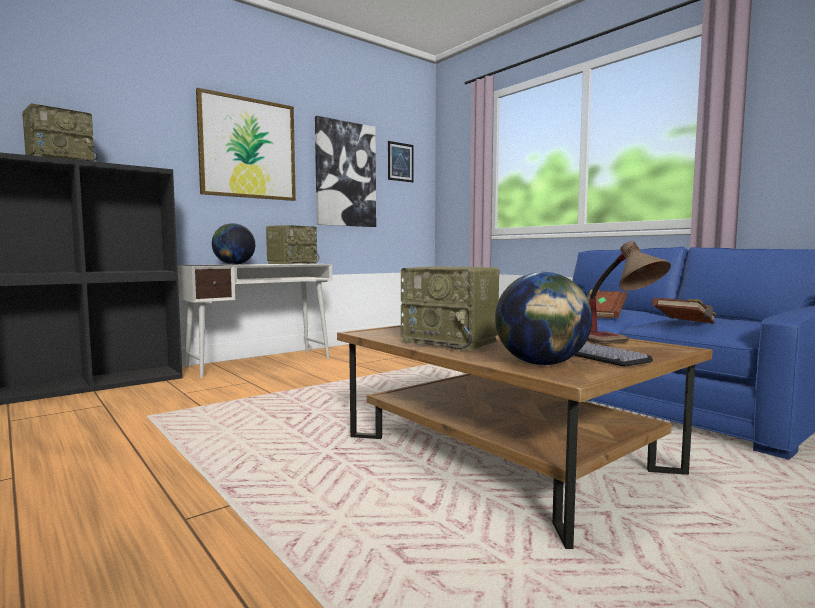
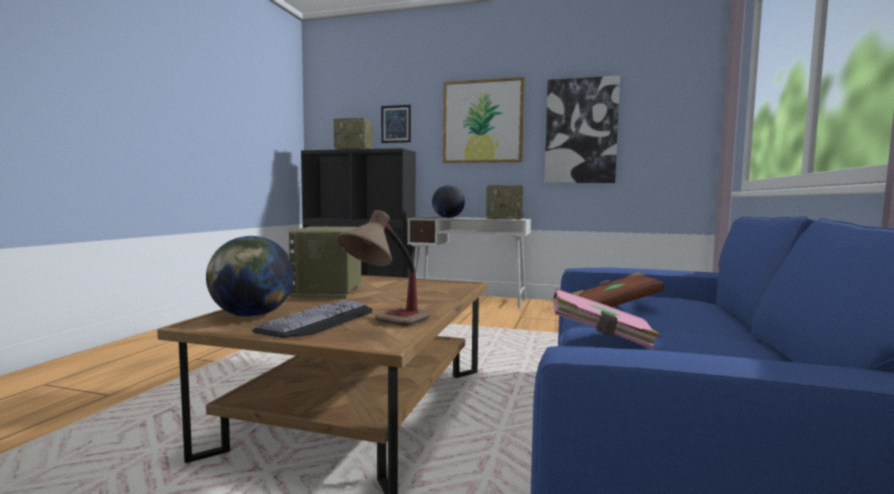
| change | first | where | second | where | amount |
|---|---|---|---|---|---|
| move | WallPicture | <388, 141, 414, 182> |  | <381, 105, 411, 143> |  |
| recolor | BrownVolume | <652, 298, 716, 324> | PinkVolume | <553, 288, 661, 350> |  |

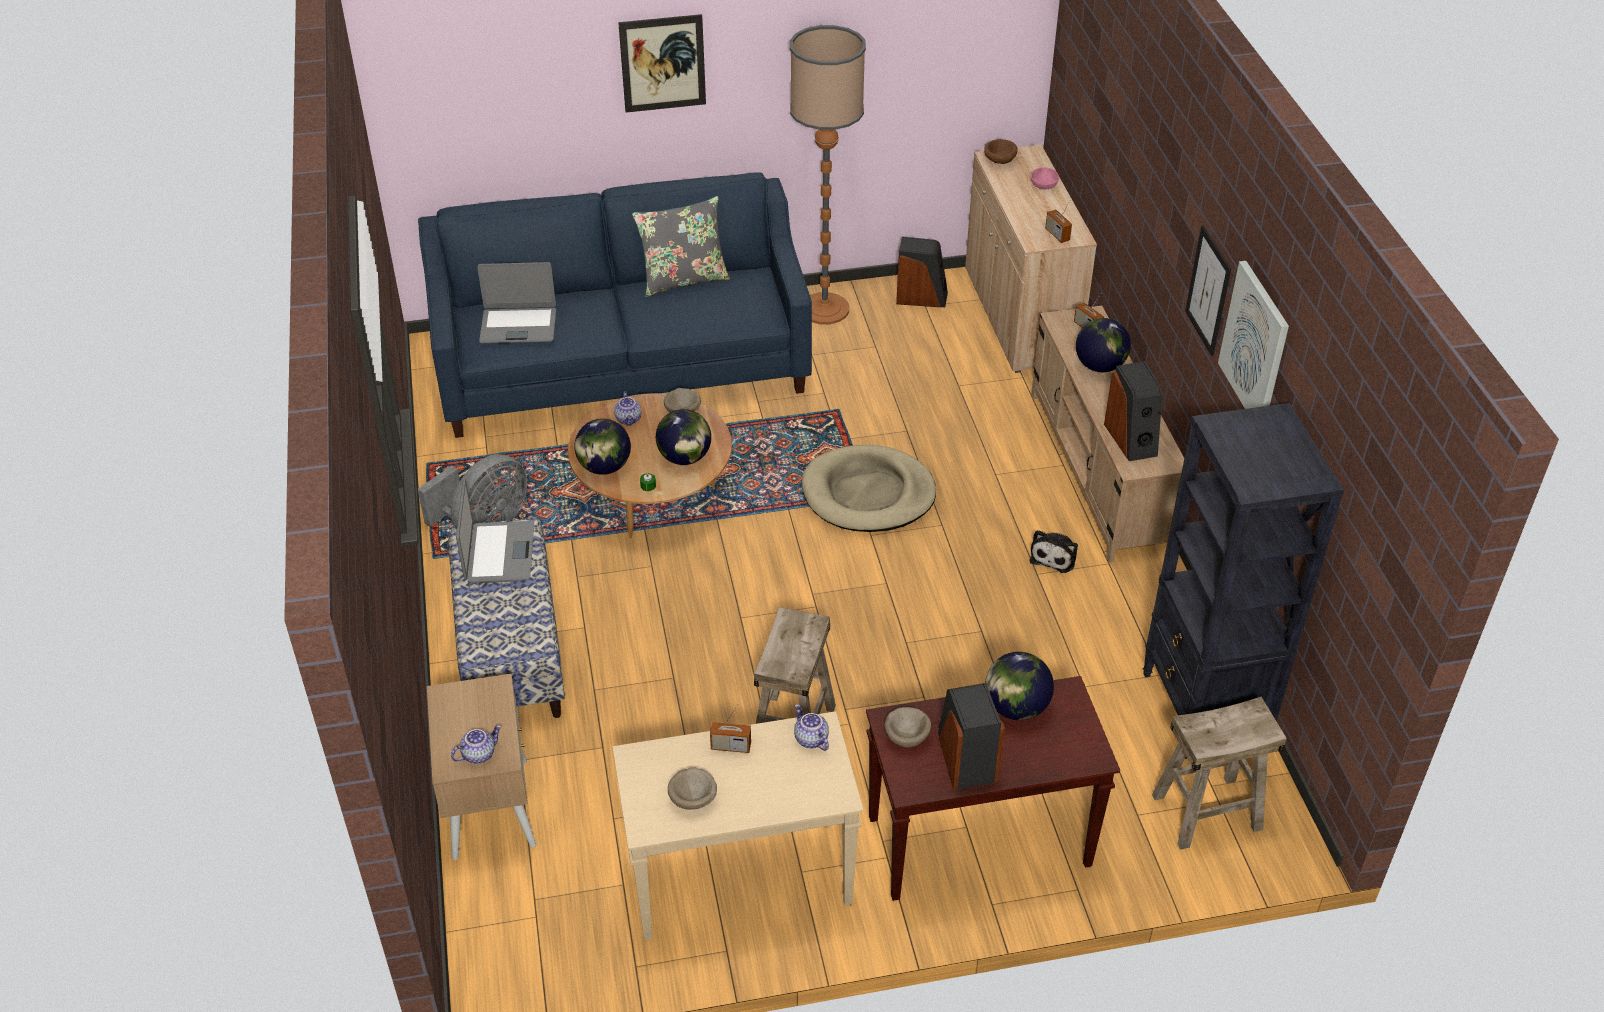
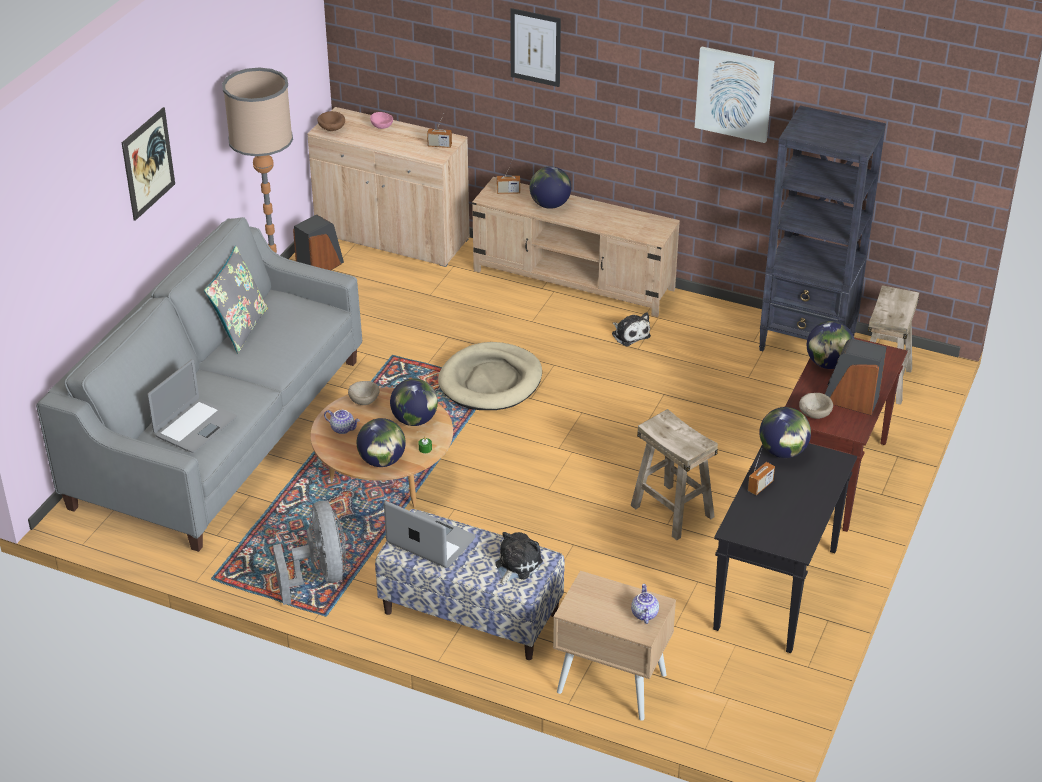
| change | first | where | second | where | amount |
|---|---|---|---|---|---|
| recolor | BlueColouredSettee | <418, 172, 812, 438> | GreySettee | <36, 217, 362, 552> |  |
| recolor | SandColouredHallTable | <612, 711, 864, 940> | BlackHallTable | <713, 443, 857, 653> |  |
| delete | SandColouredDeepDish | <668, 767, 717, 810> |  |  |  |
| replace | TeaPot | <794, 704, 829, 751> | DeskGlobe | <759, 407, 811, 458> |  |
| delete | AudioSpeaker | <1104, 361, 1162, 461> |  |  |  |
| move | WallPicture | <1185, 225, 1231, 356> |  | <510, 8, 561, 87> |  |
| insert |  |  | CuddlyToy | <495, 532, 543, 585> |  |

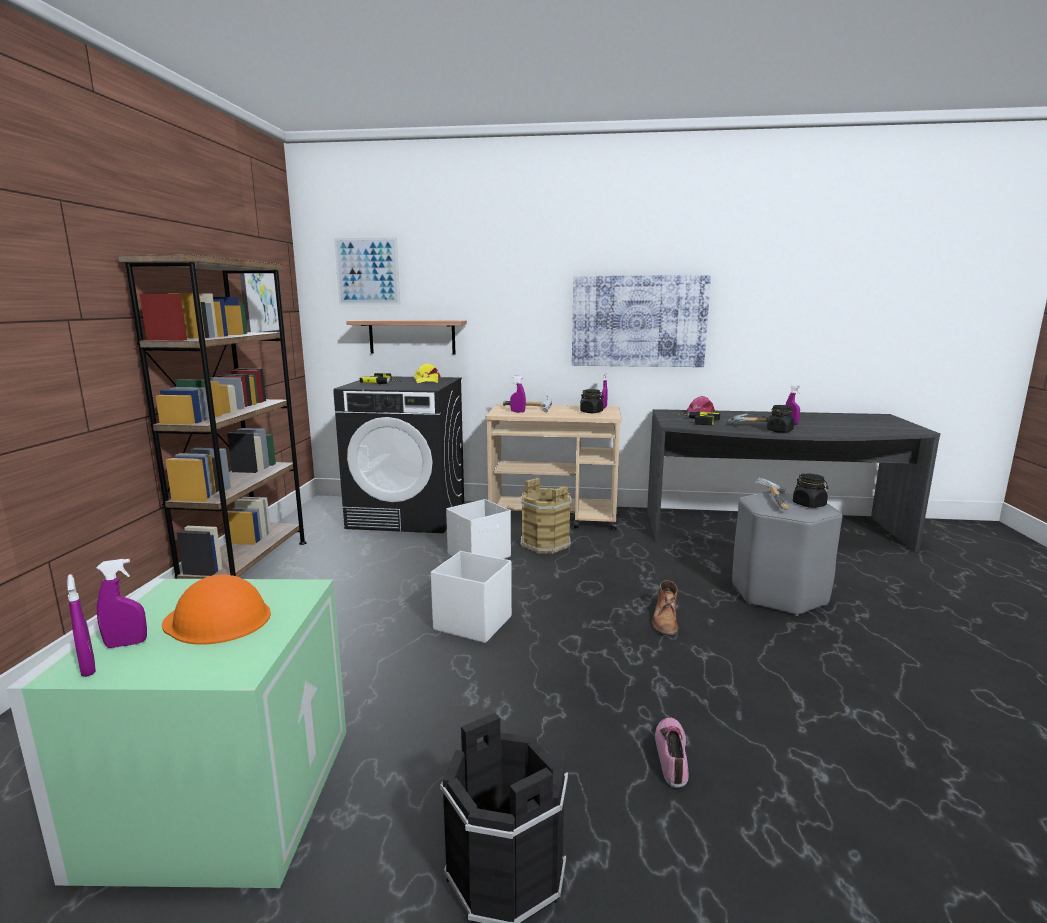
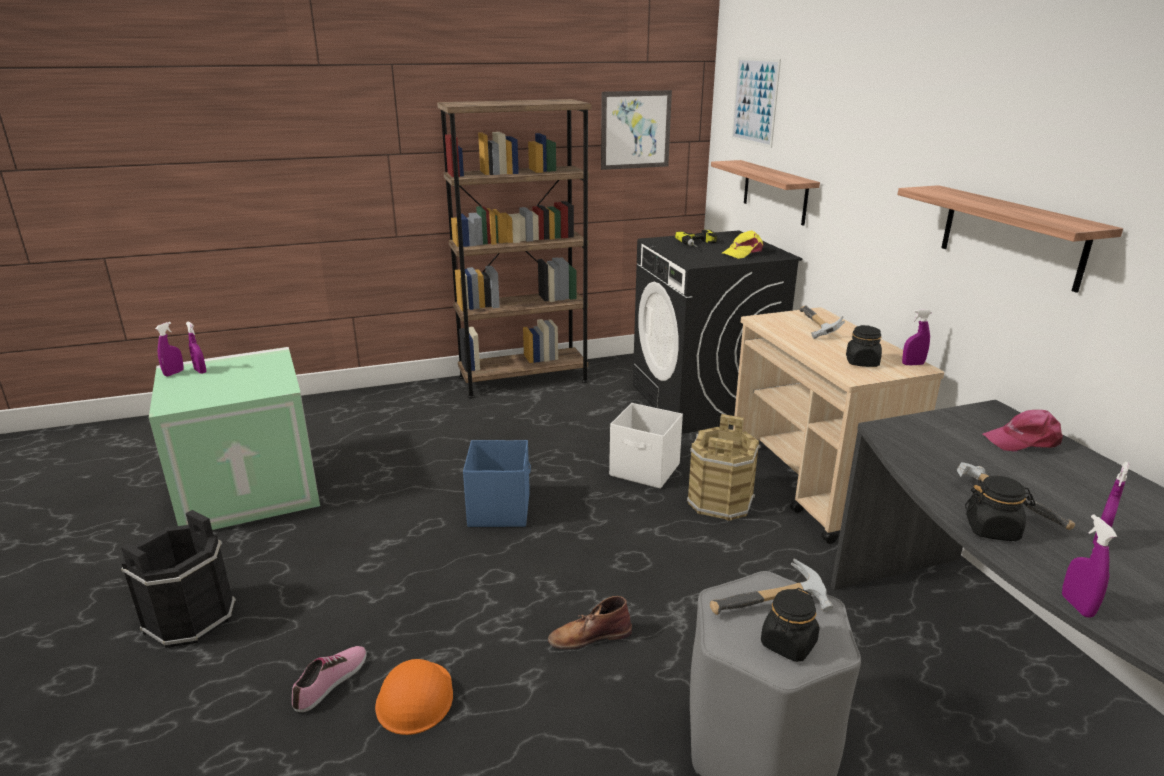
| change | first | where | second | where | amount |
|---|---|---|---|---|---|
| move | OrangeWorkHelmet | <162, 574, 271, 644> |  | <375, 659, 453, 735> |  |
| recolor | WhiteStorageContainer | <431, 551, 512, 643> | BlueColouredStorageContainer | <463, 440, 531, 527> |  |
| move | PurpleSprayer | <510, 376, 526, 413> |  | <1062, 515, 1117, 618> |  |
| replace | WallPicture | <572, 275, 711, 367> | BracketShelf | <897, 185, 1123, 293> |  |
| rotate | ItemOfFootwear | <655, 718, 688, 788> |  | <292, 646, 366, 712> | 45 degrees counterclockwise |
| delete | ElectricDrill | <673, 411, 721, 425> |  |  |  |

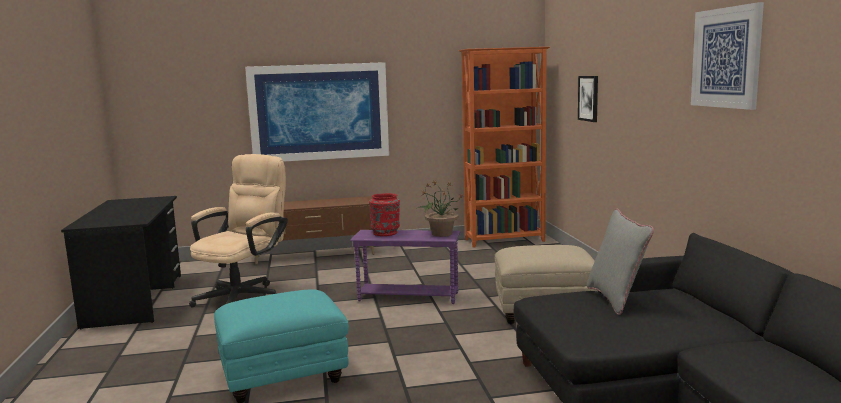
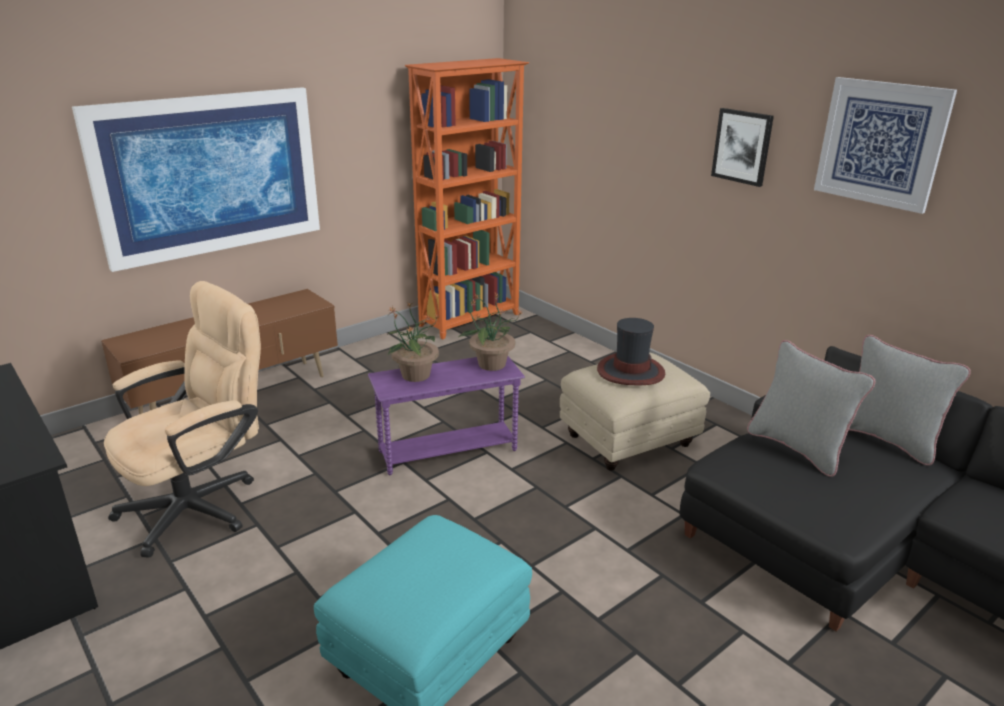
| change | first | where | second | where | amount |
|---|---|---|---|---|---|
| rotate | SandColouredDeskChair | <189, 154, 288, 307> |  | <104, 281, 261, 558> | 45 degrees clockwise |
| replace | RedColouredVase | <369, 193, 400, 236> | Houseplant | <387, 302, 439, 382> |  |
| move | WallPicture | <578, 76, 598, 122> |  | <711, 108, 774, 187> |  |
| insert |  |  | ClothingHat | <597, 318, 665, 385> |  |
| insert |  |  | GreyPillow | <849, 335, 971, 465> |  |

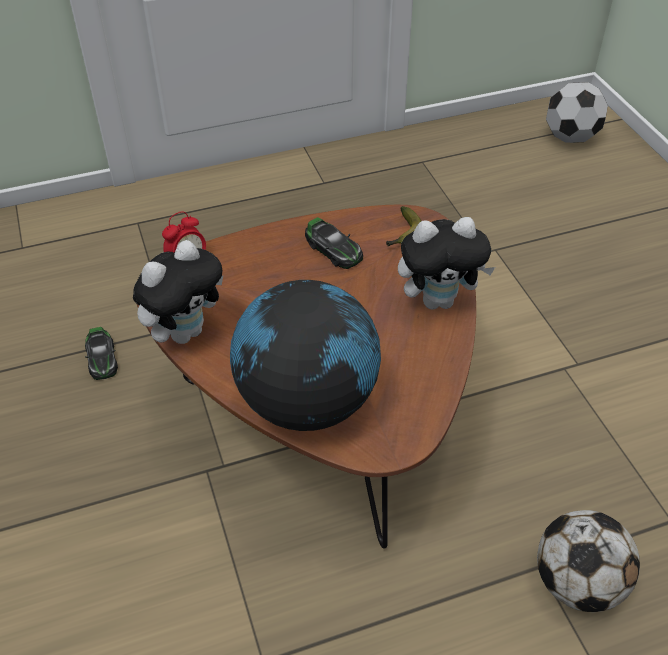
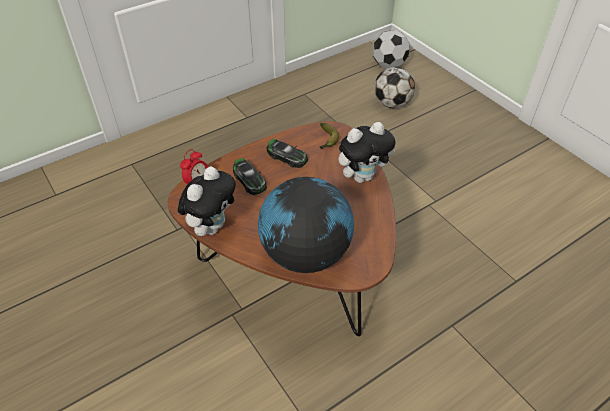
| change | first | where | second | where | amount |
|---|---|---|---|---|---|
| move | ModelCar | <85, 327, 118, 380> |  | <233, 158, 267, 195> |  |
| move | FootballBall | <537, 510, 640, 612> |  | <374, 67, 415, 108> |  |

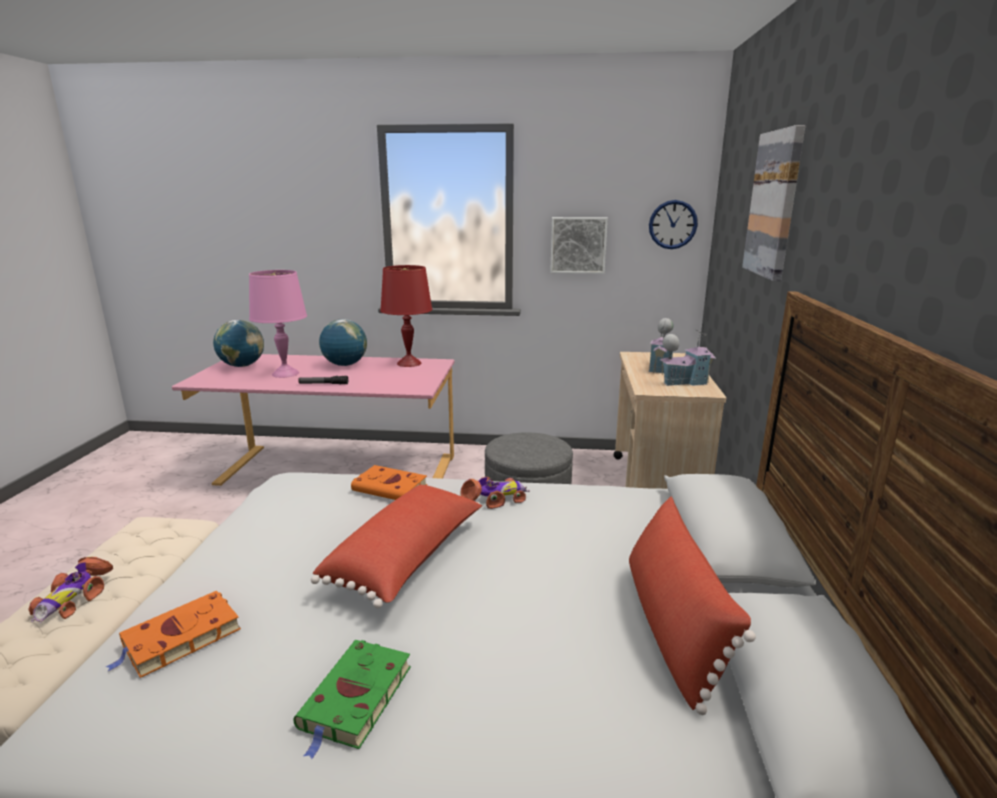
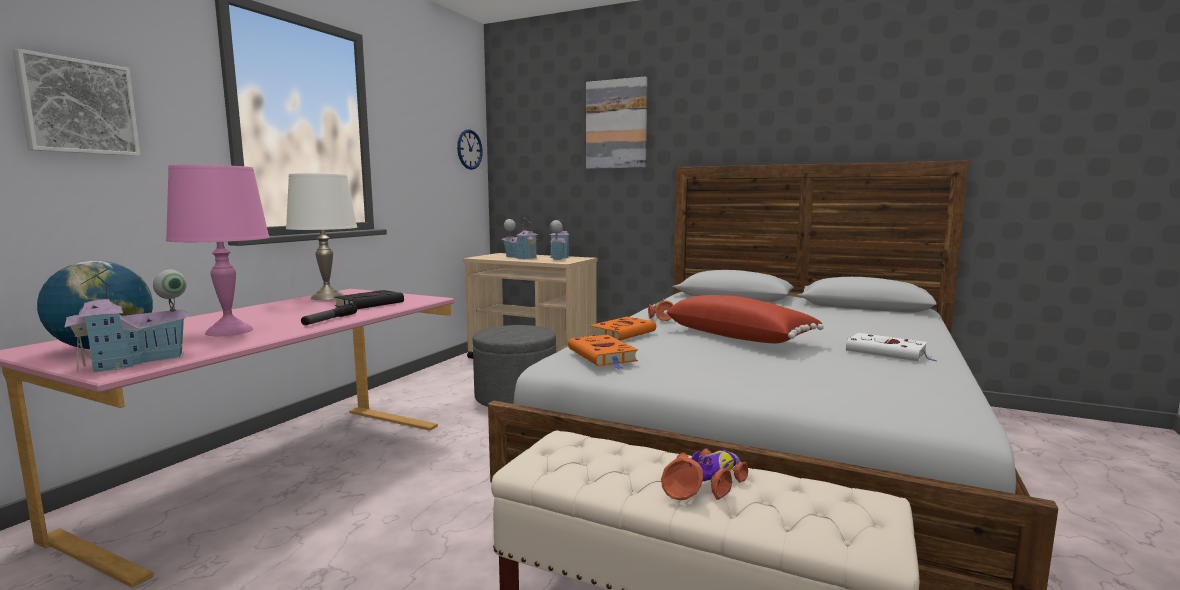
| change | first | where | second | where | amount |
|---|---|---|---|---|---|
| rotate | ModelCar | <28, 557, 113, 623> |  | <661, 448, 748, 500> | 75 degrees counterclockwise |
| move | OrangeVolume | <106, 591, 241, 678> |  | <568, 335, 638, 369> |  |
| recolor | GreenishVolume | <293, 640, 411, 759> | WhiteVolume | <846, 333, 938, 362> |  |
| delete | DeskGlobe | <319, 319, 367, 366> |  |  |  |
| recolor | RedColouredLampForATable | <380, 265, 432, 367> | WhiteLampForATable | <286, 173, 357, 300> |  |
| move | WallPicture | <550, 217, 608, 274> |  | <12, 49, 140, 156> |  |
| delete | RedColouredPillow | <629, 497, 756, 715> |  |  |  |
| insert |  |  | ModelHouse | <64, 268, 189, 373> |  |
| insert |  |  | BlackVolume | <334, 290, 404, 309> |  |

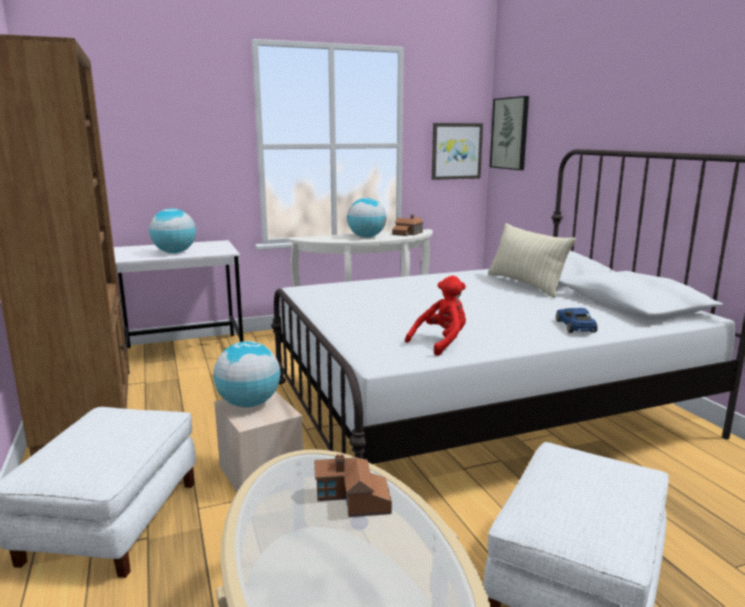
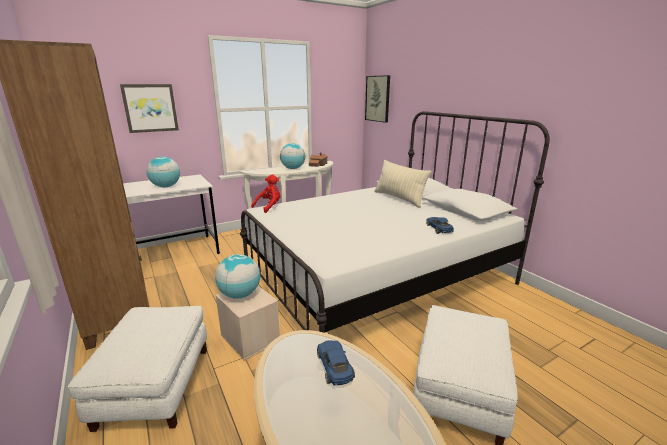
| change | first | where | second | where | amount |
|---|---|---|---|---|---|
| replace | ModelHouse | <314, 454, 392, 517> | BlueColouredModelCar | <317, 340, 355, 386> |  |
| move | RedColouredCuddlyToy | <405, 276, 466, 356> |  | <251, 174, 281, 213> |  |
| move | WallPicture | <432, 123, 483, 180> |  | <120, 84, 179, 133> |  |

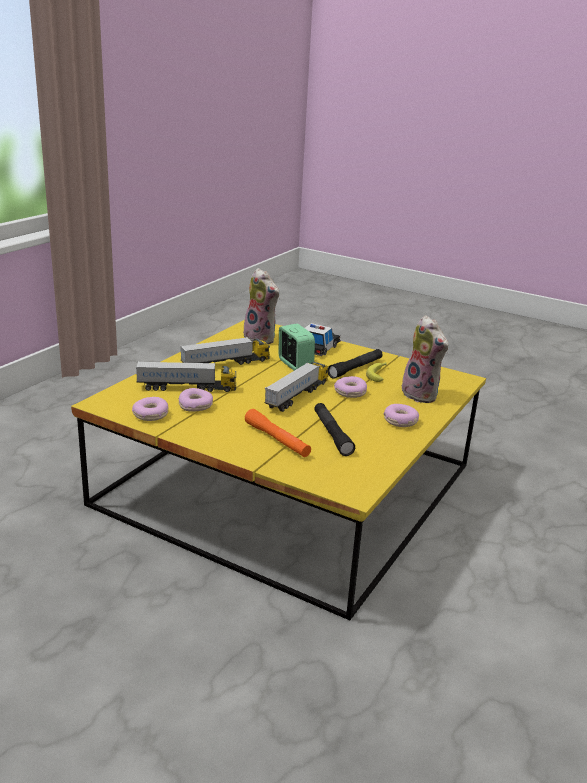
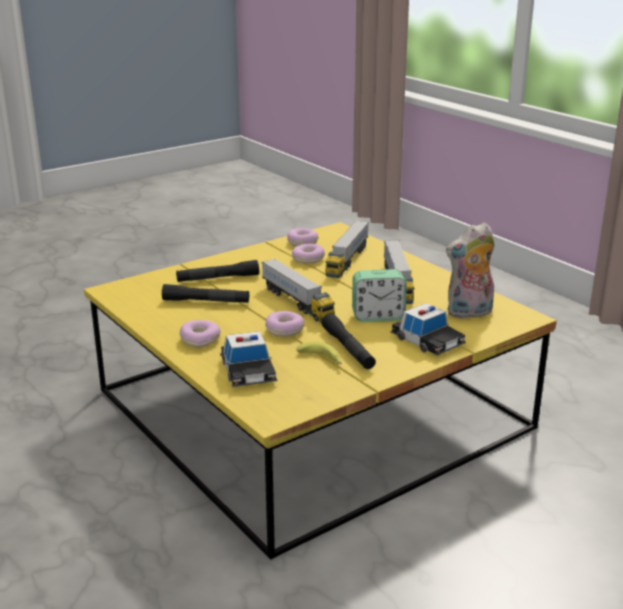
| change | first | where | second | where | amount |
|---|---|---|---|---|---|
| recolor | OrangeHandTorch | <245, 409, 311, 457> | BlackHandTorch | <176, 260, 259, 282> |  |
| replace | CuddlyToy | <402, 315, 449, 403> | ModelCar | <220, 331, 278, 387> |  |

